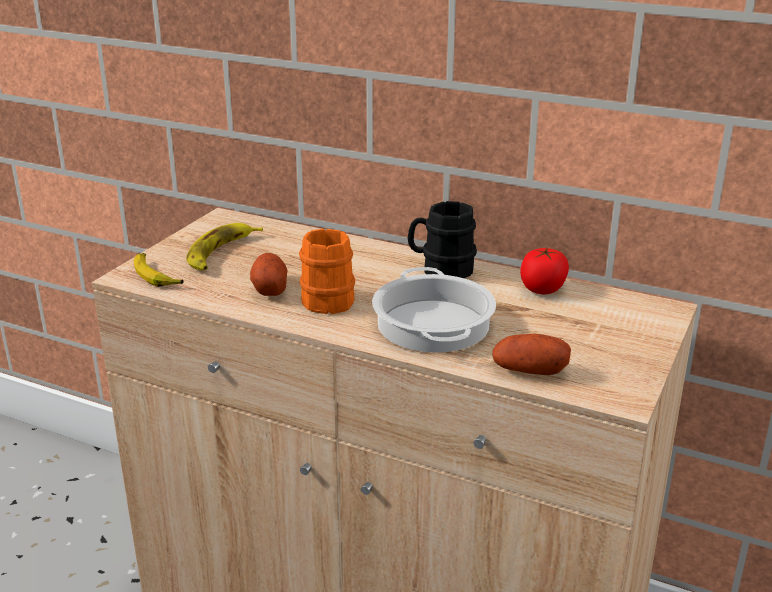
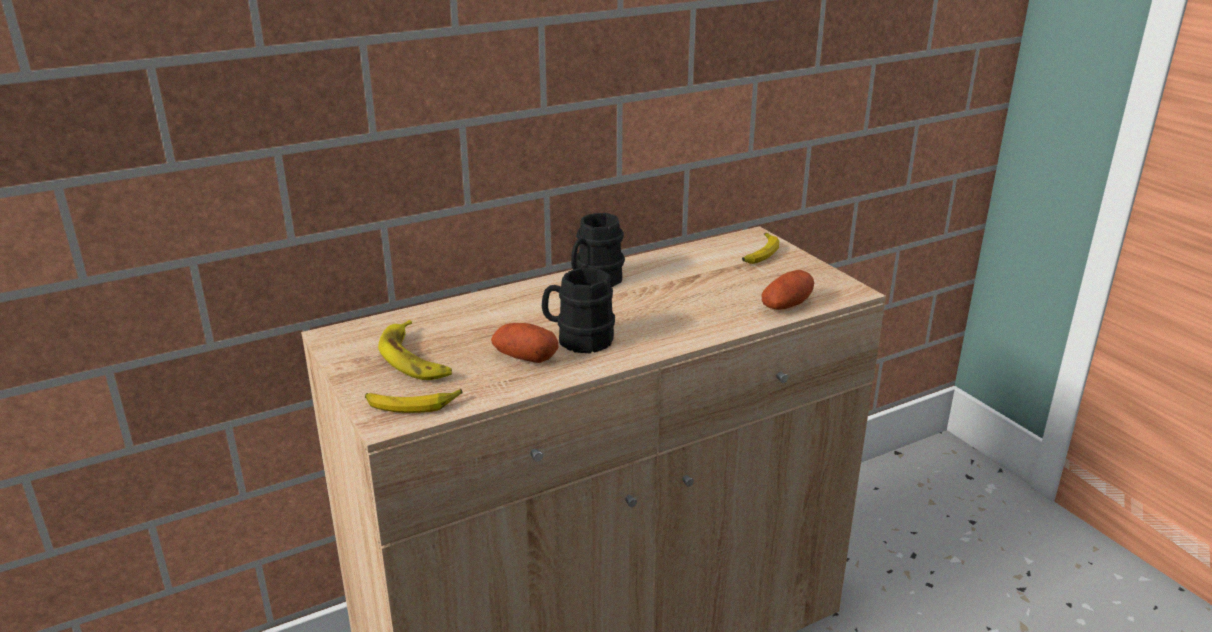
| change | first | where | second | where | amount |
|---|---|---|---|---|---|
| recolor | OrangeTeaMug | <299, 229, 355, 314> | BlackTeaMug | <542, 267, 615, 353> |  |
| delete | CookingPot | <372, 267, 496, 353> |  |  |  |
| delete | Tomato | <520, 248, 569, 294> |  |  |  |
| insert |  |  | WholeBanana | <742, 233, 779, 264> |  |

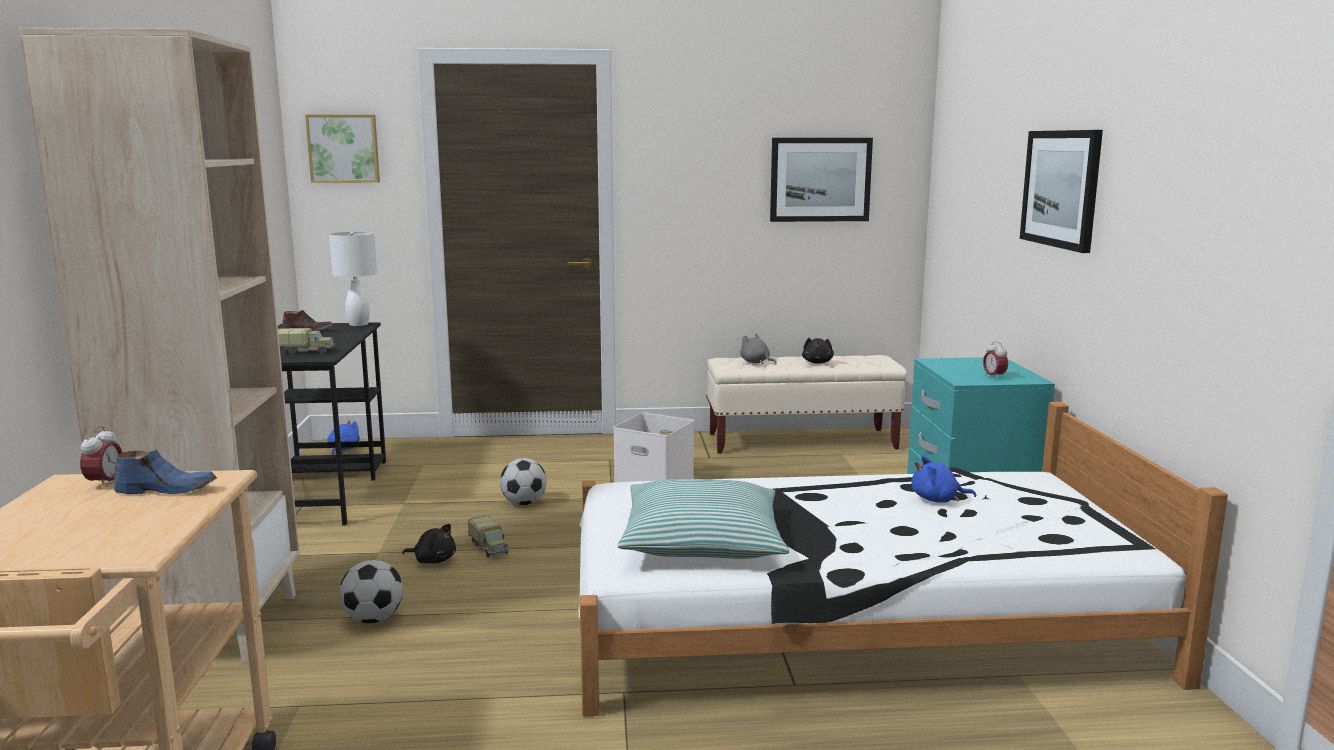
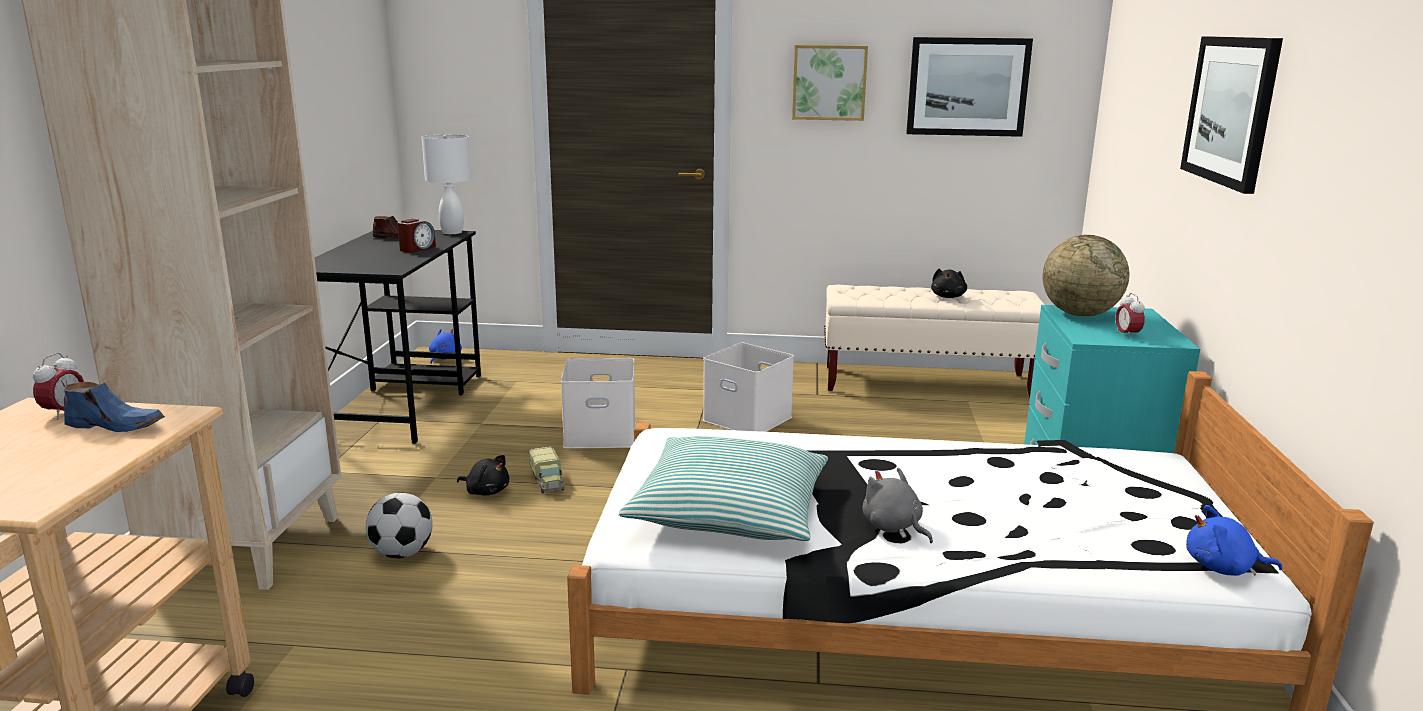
| change | first | where | second | where | amount |
|---|---|---|---|---|---|
| delete | ModelTruck | <278, 328, 335, 354> |  |  |  |
| move | WallPicture | <305, 114, 380, 183> |  | <792, 45, 868, 121> |  |
| replace | FootballBall | <500, 458, 547, 505> | WhiteStorageContainer | <561, 358, 636, 449> |  |
| move | GreyCuddlyToy | <740, 334, 776, 364> |  | <862, 467, 933, 543> |  |
| move | BlueColouredCuddlyToy | <911, 456, 976, 503> |  | <1186, 505, 1283, 576> |  |
| insert |  |  | BedsideClock | <397, 219, 436, 253> |  |
| insert |  |  | DeskGlobe | <1043, 235, 1129, 316> |  |

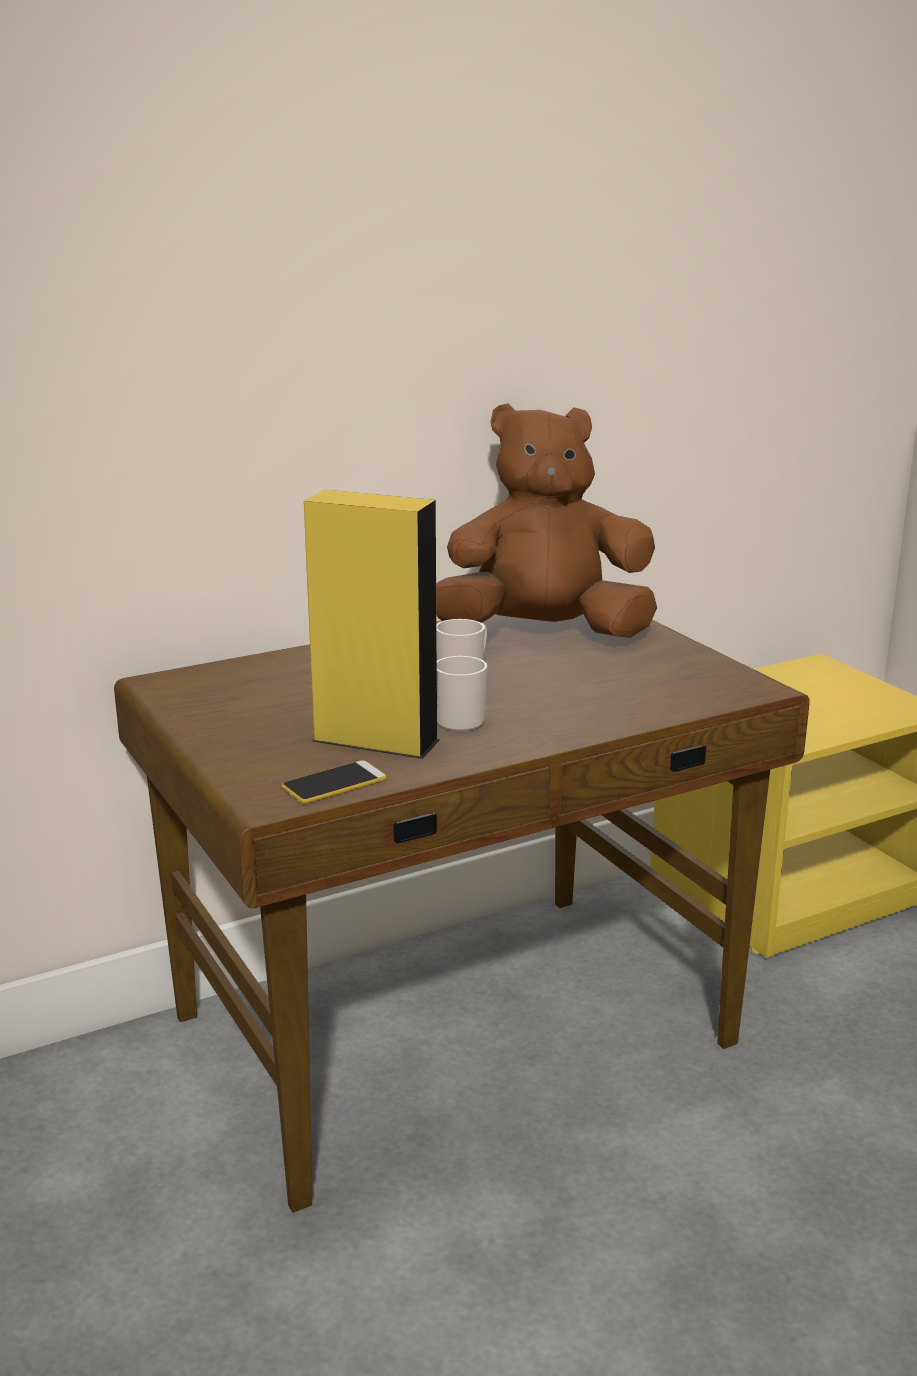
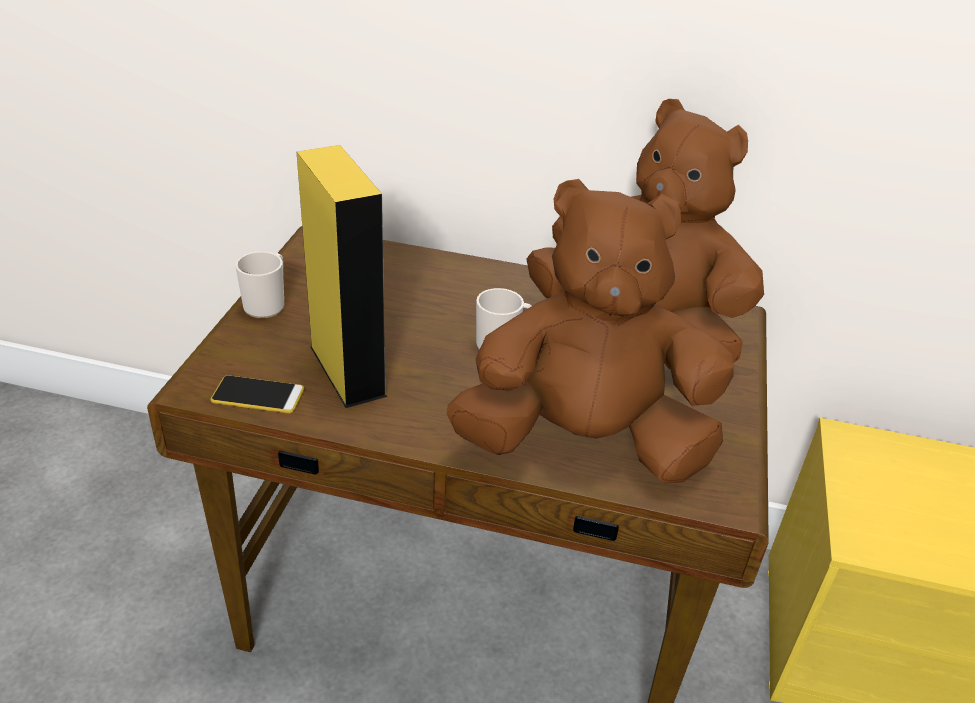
| change | first | where | second | where | amount |
|---|---|---|---|---|---|
| move | TeaMug | <437, 656, 487, 732> |  | <235, 251, 284, 318> |  |
| insert |  |  | BrownCuddlyToy | <446, 179, 734, 484> |  |

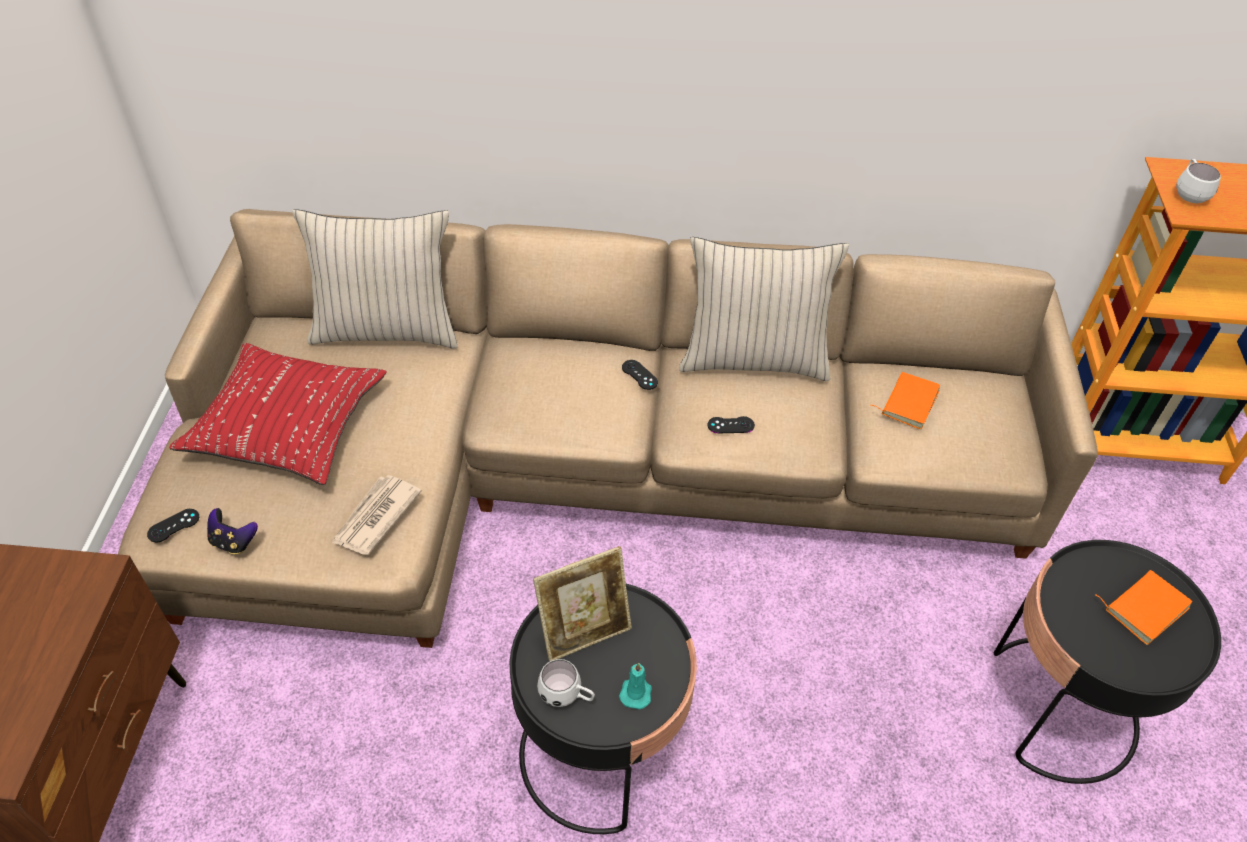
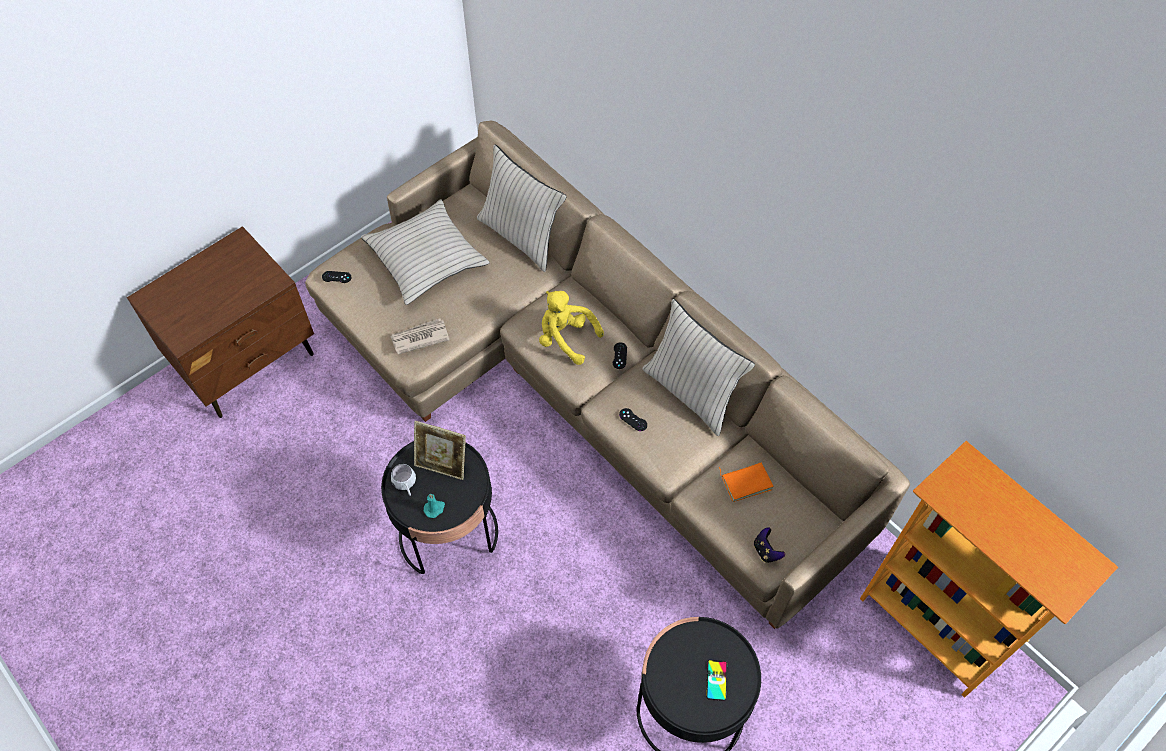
| change | first | where | second | where | amount |
|---|---|---|---|---|---|
| recolor | RedColouredPillow | <169, 343, 387, 485> | SandColouredPillow | <361, 199, 490, 305> |  |
| move | GameController | <207, 508, 258, 554> |  | <754, 527, 785, 563> |  |
| replace | OrangeVolume | <1095, 570, 1192, 645> | Telephone | <706, 660, 727, 701> |  |
| delete | WhiteTeaMug | <1176, 159, 1221, 203> |  |  |  |
| insert |  |  | YellowishCuddlyToy | <539, 291, 604, 365> |  |

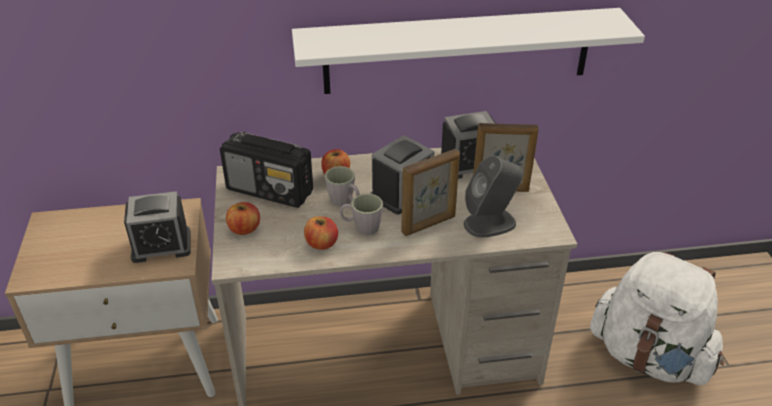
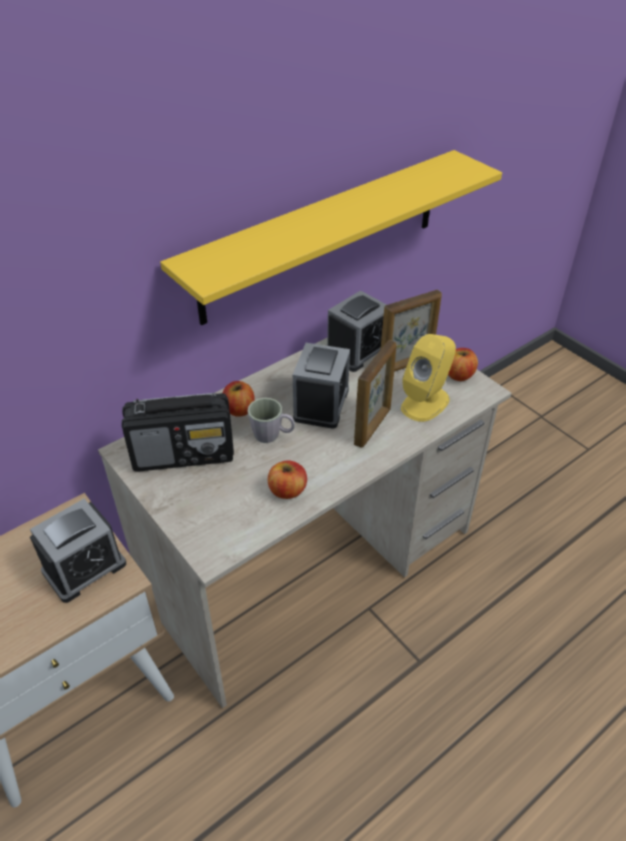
| change | first | where | second | where | amount |
|---|---|---|---|---|---|
| move | WholeApple | <226, 202, 260, 235> |  | <448, 348, 478, 381> |  |
| recolor | WhiteBracketShelf | <292, 8, 645, 94> | YellowishBracketShelf | <160, 150, 502, 325> |  |
| delete | GreyTeaMug | <340, 194, 383, 235> |  |  |  |
| recolor | GreyAudioSpeaker | <464, 155, 523, 238> | YellowishAudioSpeaker | <401, 334, 456, 422> |  |
| delete | WhiteKnapsack | <590, 252, 724, 385> |  |  |  |

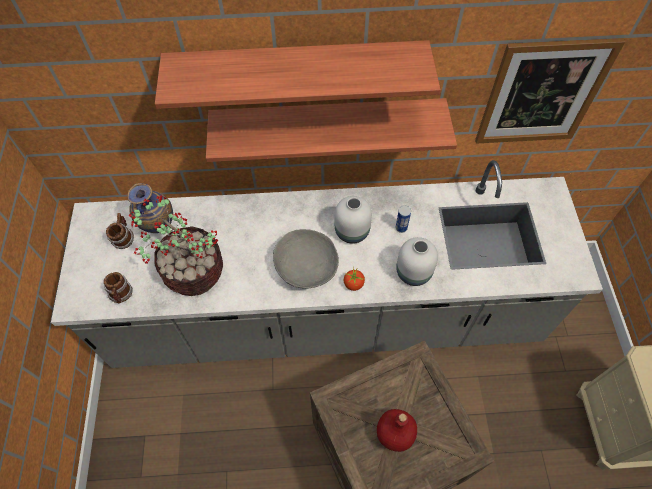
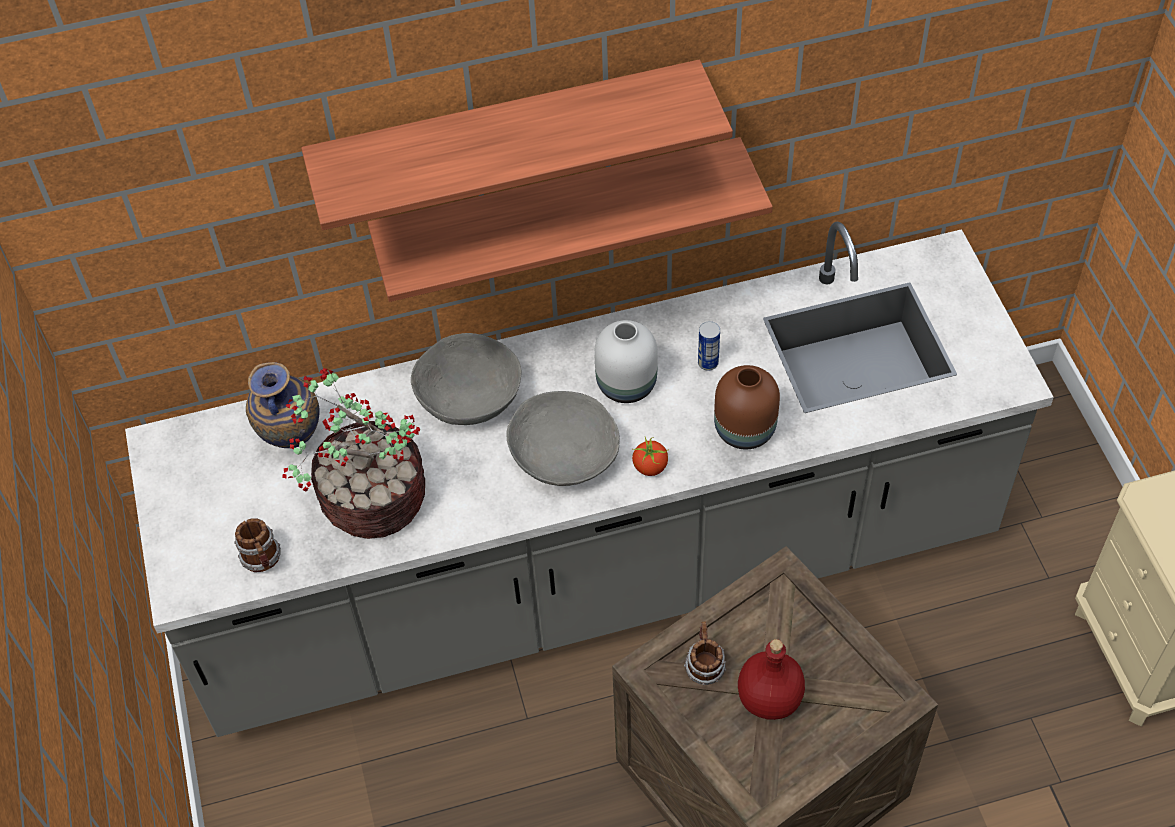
| change | first | where | second | where | amount |
|---|---|---|---|---|---|
| move | TeaMug | <106, 213, 134, 249> |  | <684, 621, 726, 685> |  |
| recolor | WhiteVase | <396, 237, 438, 286> | BrownVase | <714, 365, 780, 450> |  |
| delete | WallPicture | <475, 38, 625, 144> |  |  |  |
| insert |  |  | GreyDeepDish | <411, 333, 521, 425> |  |

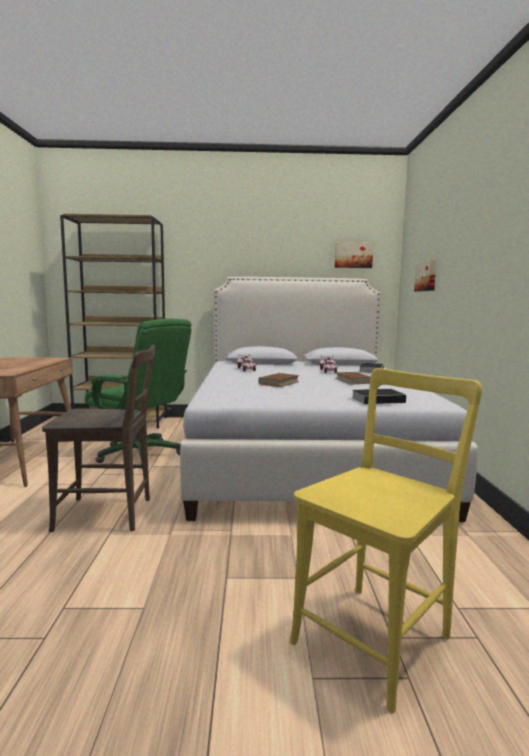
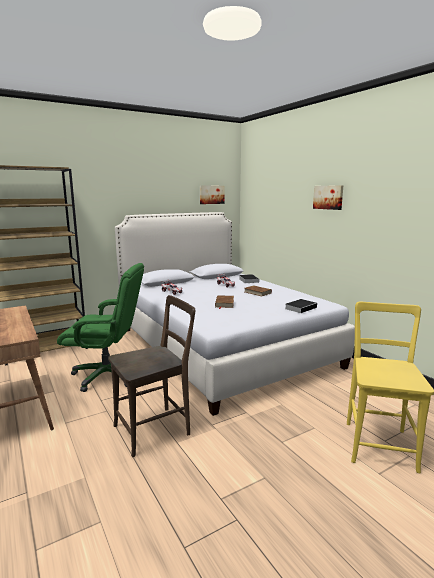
| change | first | where | second | where | amount |
|---|---|---|---|---|---|
| move | WallPicture | <414, 260, 437, 292> |  | <313, 185, 344, 210> |  |

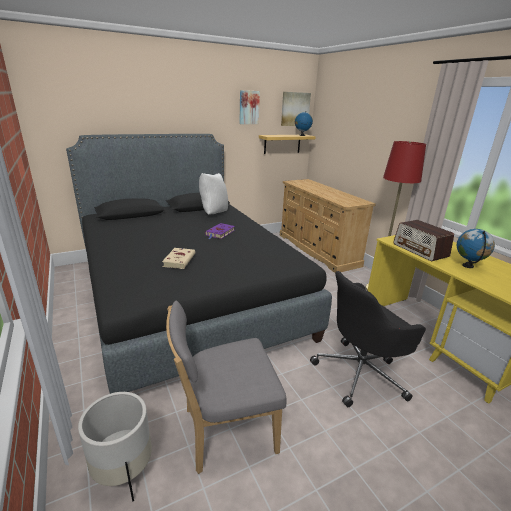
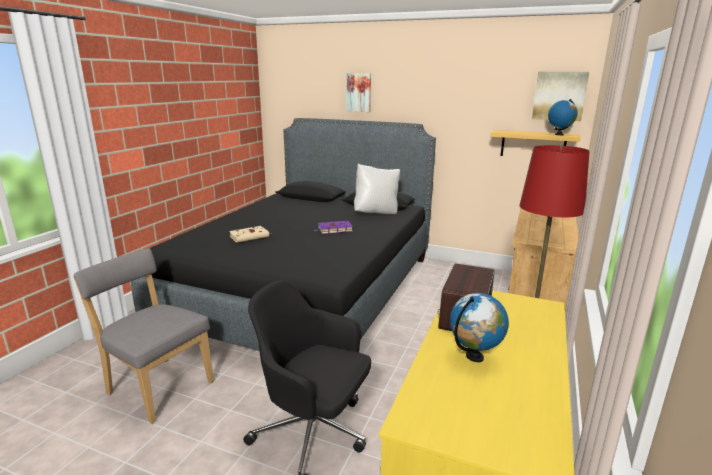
| change | first | where | second | where | amount |
|---|---|---|---|---|---|
| delete | WhitePlantPot | <78, 392, 152, 502> |  |  |  |
| move | WallPicture | <239, 90, 260, 124> |  | <347, 73, 371, 112> |  |

